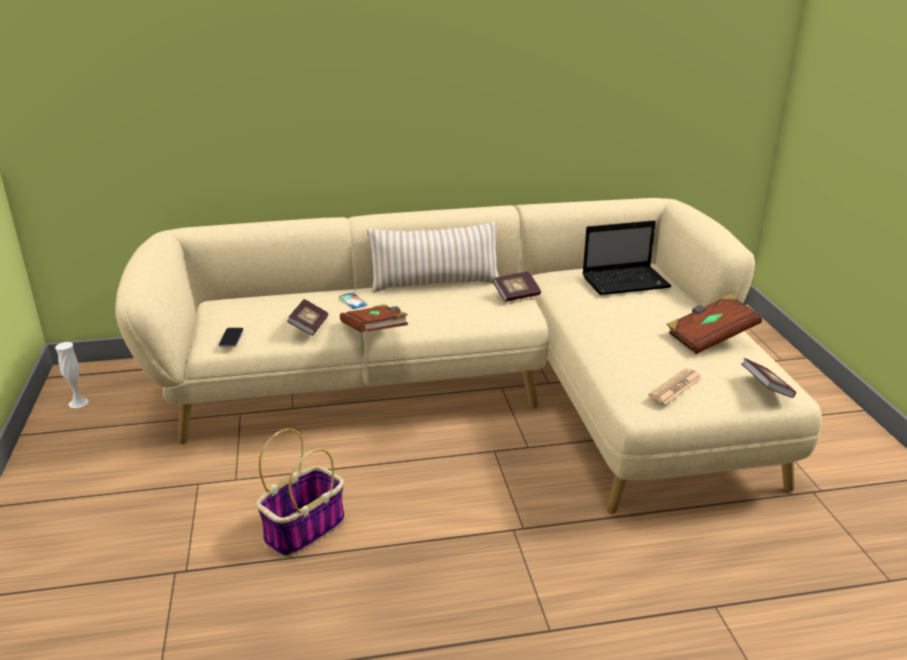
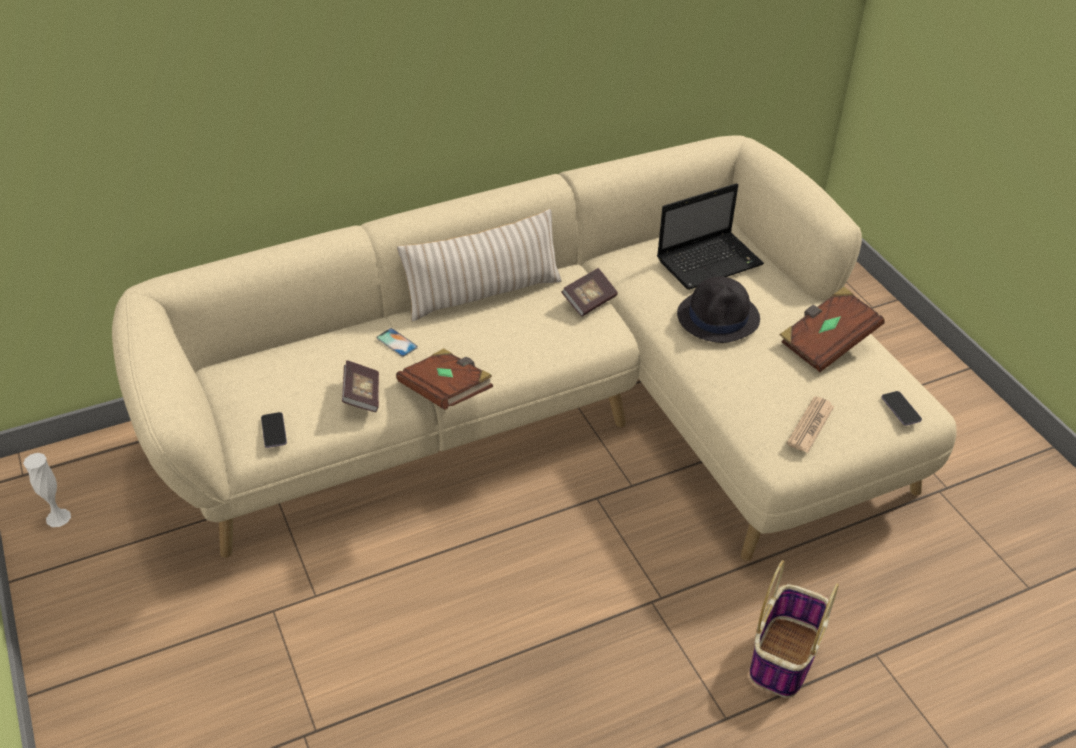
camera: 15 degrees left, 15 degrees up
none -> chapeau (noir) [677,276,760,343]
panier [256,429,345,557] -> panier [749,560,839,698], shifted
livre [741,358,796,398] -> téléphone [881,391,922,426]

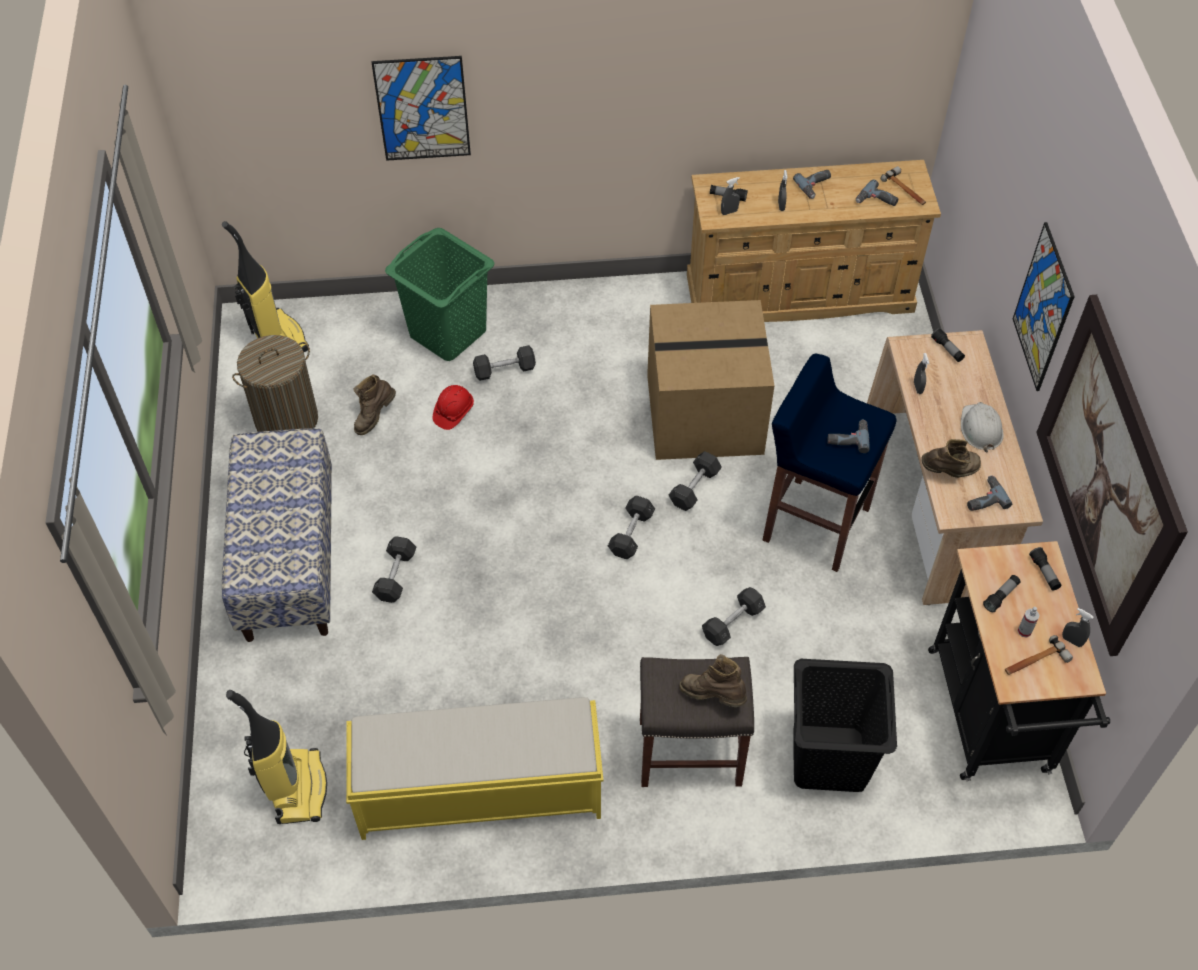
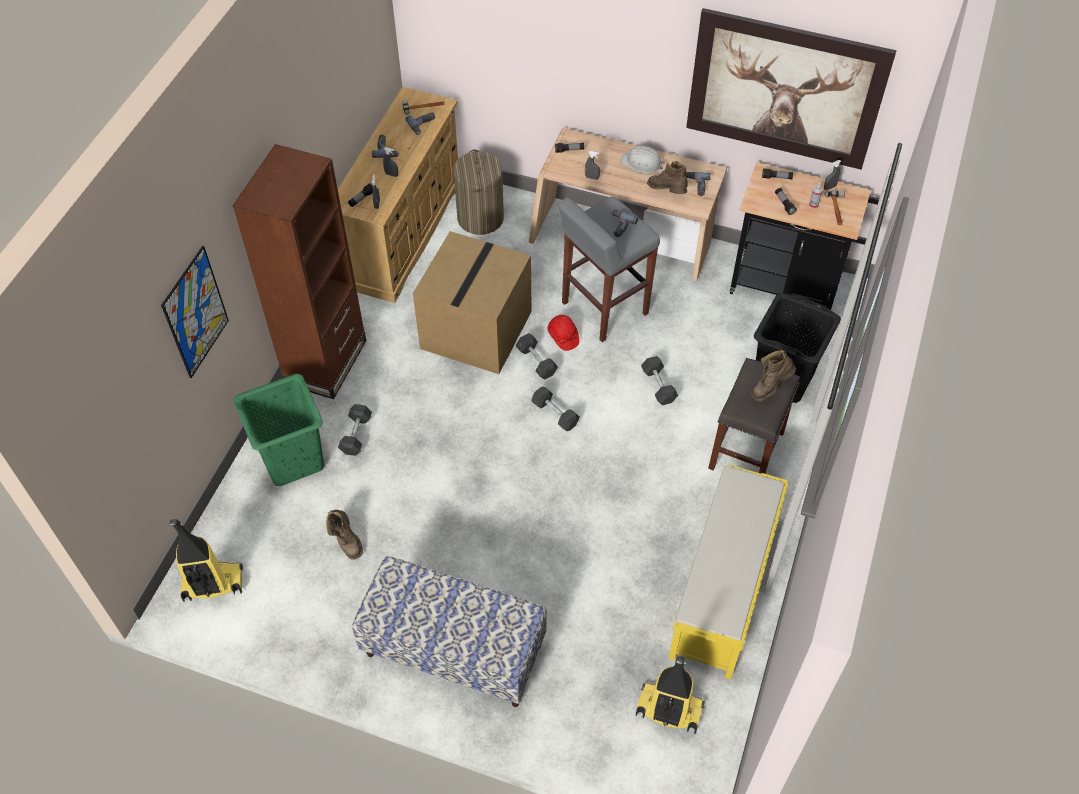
camera: 65 degrees left, 0 degrees up
none -> bibliothèque (marron) [232,144,366,399]
panier à linge [232,335,318,432] -> panier à linge [453,150,504,235], shifted
casque de chantier (rouge) [433,385,474,430] -> casque de chantier (rouge) [547,315,579,351], shifted
tabouret (bleu) [763,354,897,572] -> tabouret (gris) [558,196,660,342]
botte (marron) [921,439,981,478] -> botte (marron) [647,161,687,194], 60 degrees counterclockwise
haltère (gris) [372,536,416,603] -> none
tableau [1013,222,1075,391] -> none

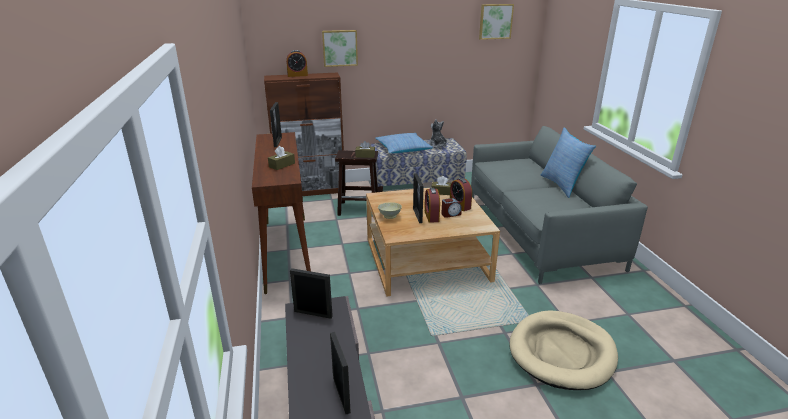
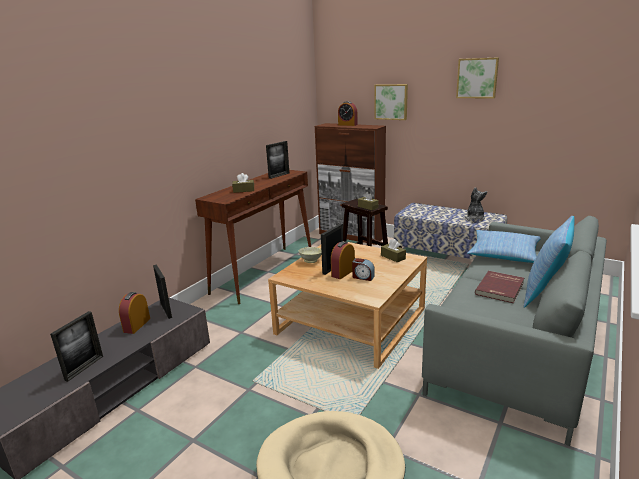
camera: 45 degrees right, 5 degrees down
réveil [450,178,472,211] -> réveil [119,292,150,334], shifted
tableau [479,4,514,40] -> tableau [456,57,499,99], shifted
coussin [375,133,433,153] -> coussin [467,230,541,263], shifted
none -> livre (rouge) [475,271,524,303]

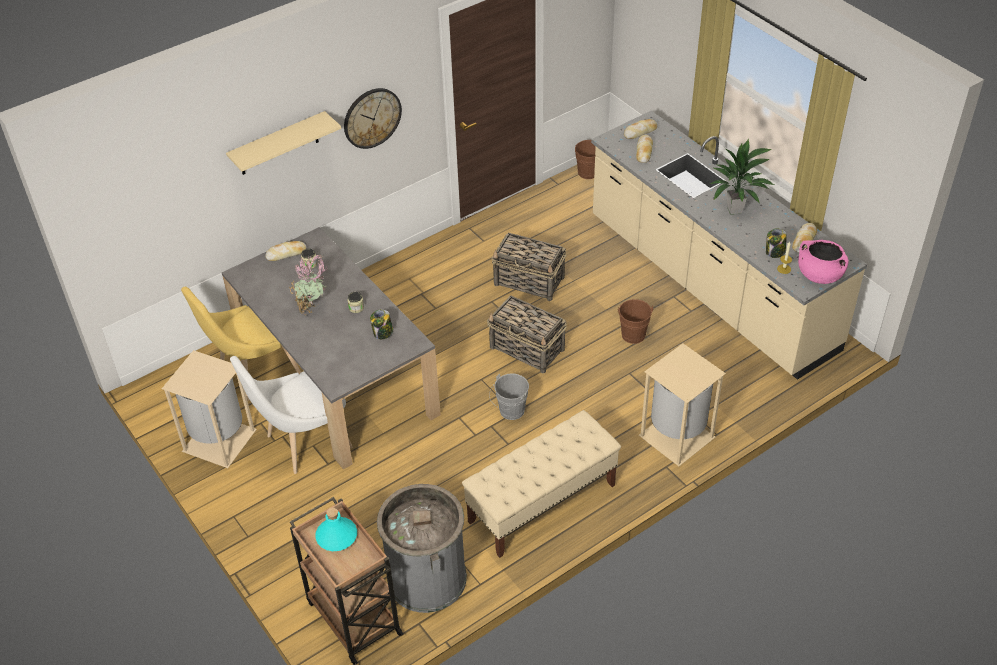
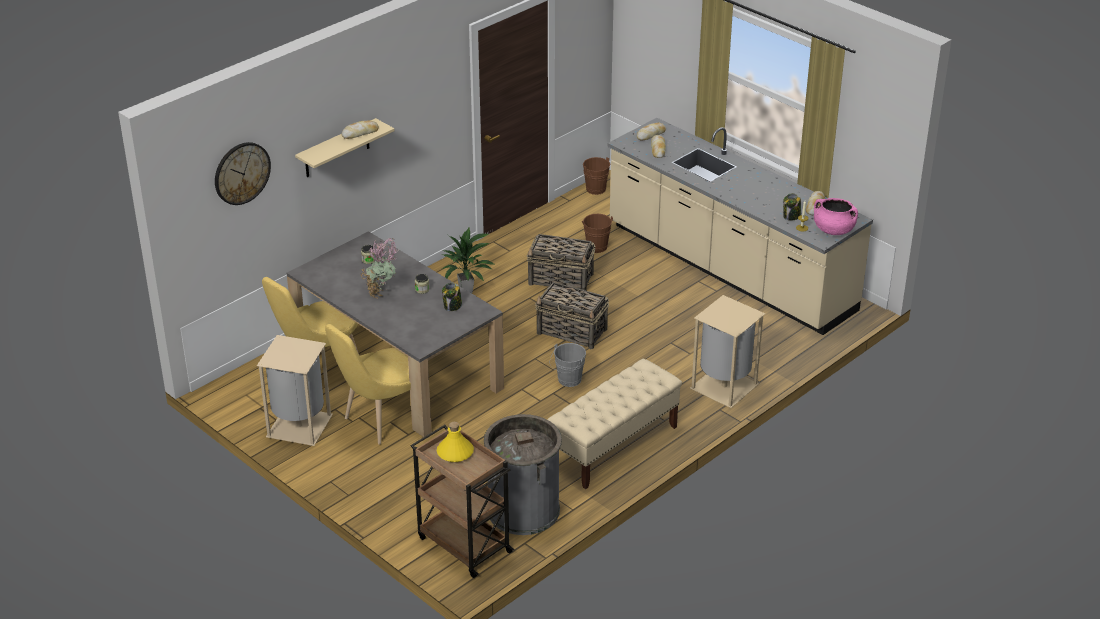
camera: 10 degrees left, 10 degrees down
horloge murale [344,88,402,149] -> horloge murale [215,142,271,205], shifted
chaise (blanc) [230,356,353,474] -> chaise (jaune) [325,324,411,445]
pain [265,241,306,261] -> pain [341,120,379,139], shifted
bouteille (turquoise) [315,508,357,551] -> bouteille (jaune) [436,422,474,462]
plante en pot [710,139,774,215] -> plante en pot [442,227,496,293], shifted
seau (marron) [618,299,653,344] -> seau (marron) [582,214,613,253], shifted

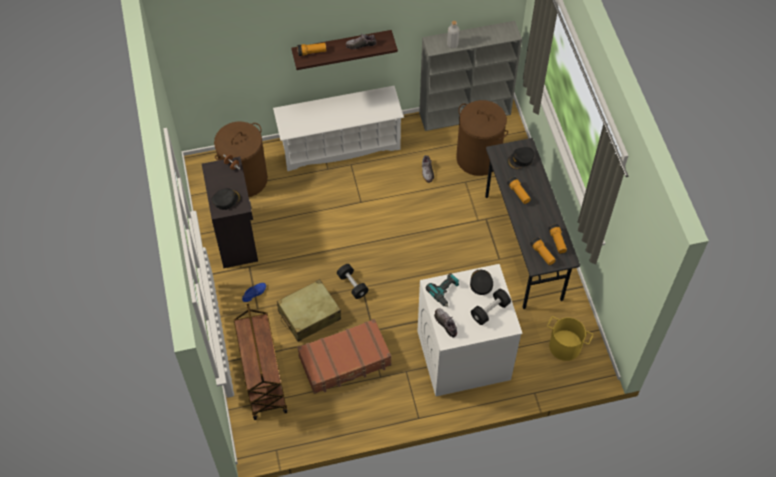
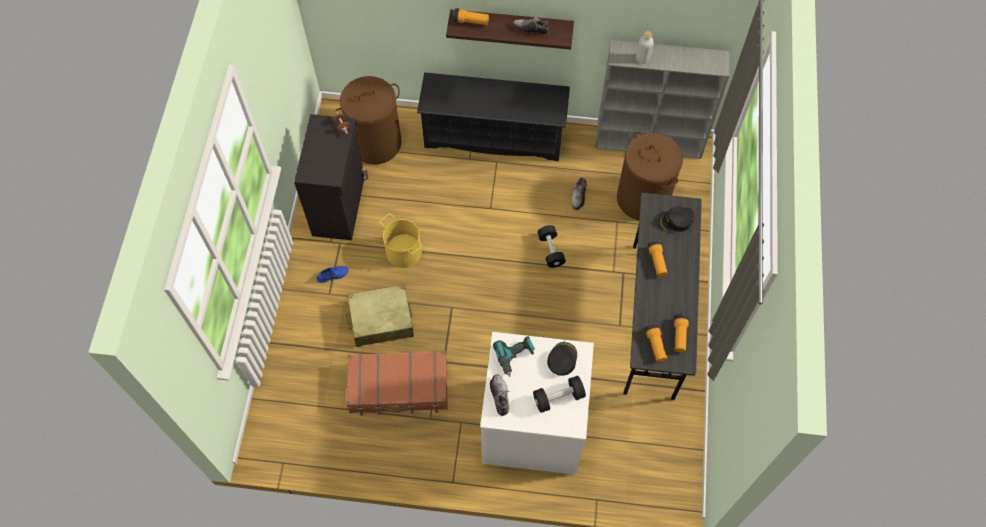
camera: 20 degrees right, 5 degrees up
seau (jaune) [547,316,593,361] -> seau (jaune) [379,213,423,268], shifted
étagère à chaussures (blanc) [273,86,404,171] -> étagère à chaussures (noir) [417,72,570,161]
haltère (noir) [337,264,369,299] -> haltère (noir) [537,225,566,268], shifted
casquette (noir) [212,188,241,210] -> none
chariot (marron) [234,304,287,420] -> none

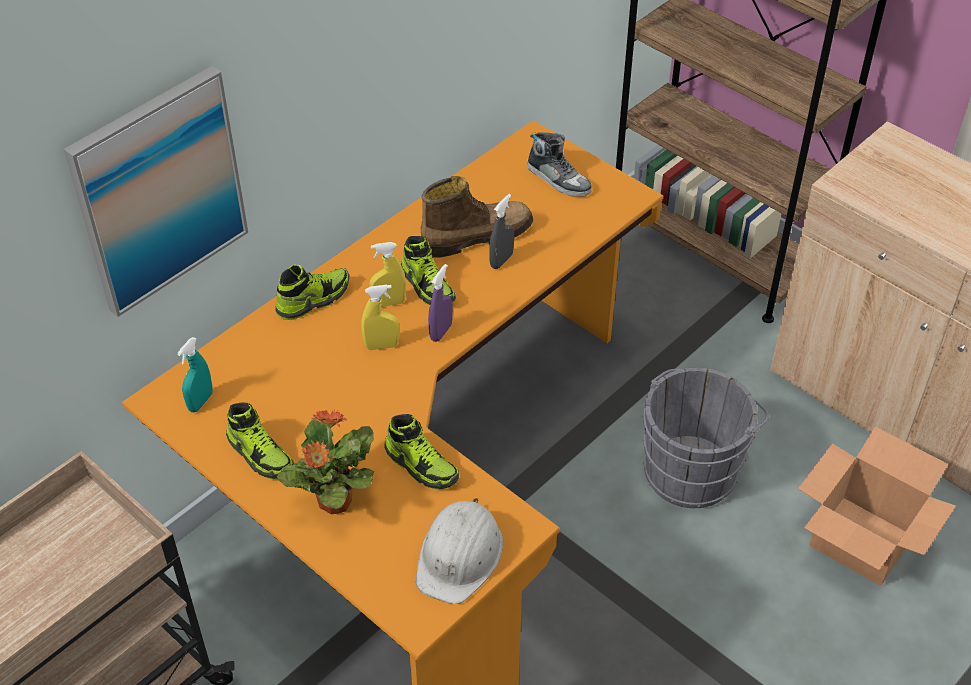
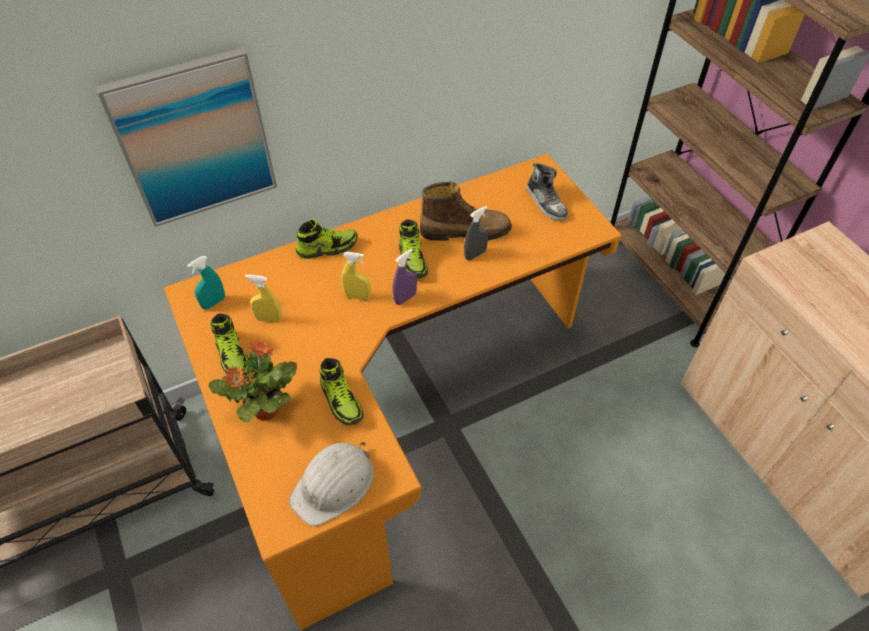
camera: 20 degrees right, 5 degrees up
vaporisateur (jaune) [369,242,406,307] -> vaporisateur (jaune) [245,275,282,323], shifted
seau (gris) [642,367,769,508] -> none
carton [798,427,956,586] -> none

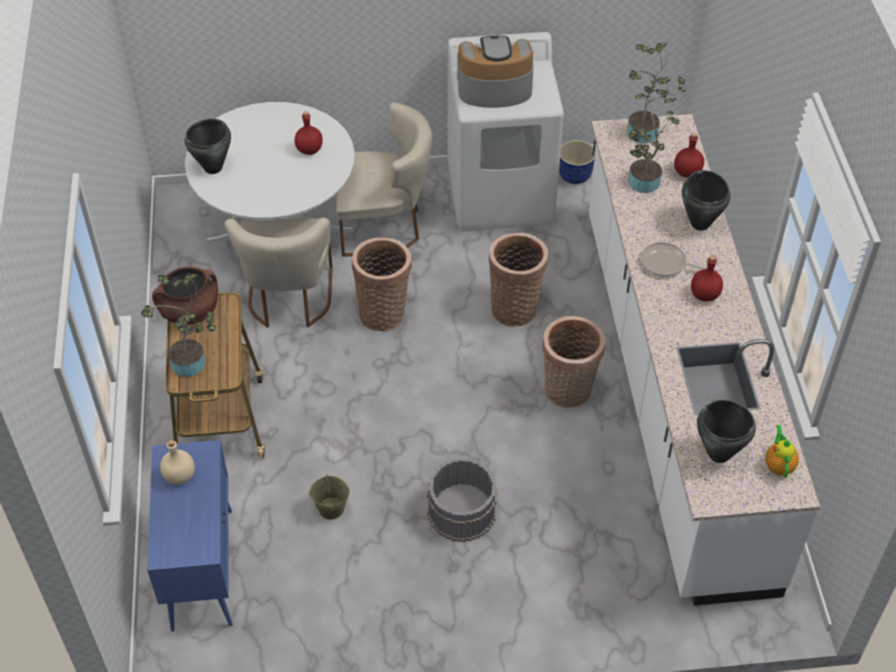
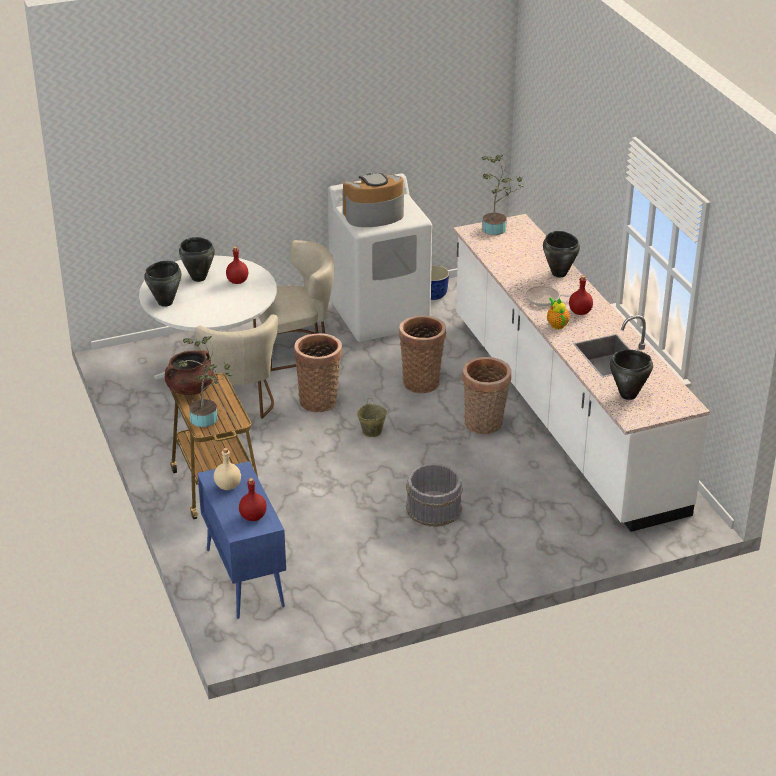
camera: 15 degrees left, 15 degrees down
none -> marmite (noir) [179,237,215,282]
bouteille (rouge) [674,133,704,178] -> bouteille (rouge) [239,478,267,521], shifted
seau (beige) [309,474,350,520] -> seau (beige) [357,398,387,437], shifted
théière [765,425,799,477] -> théière [547,298,570,329], shifted
plante en pot [628,93,680,193] -> none

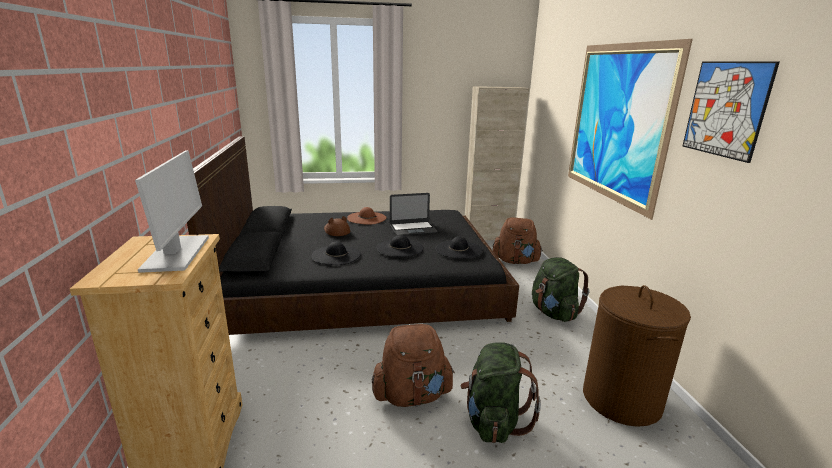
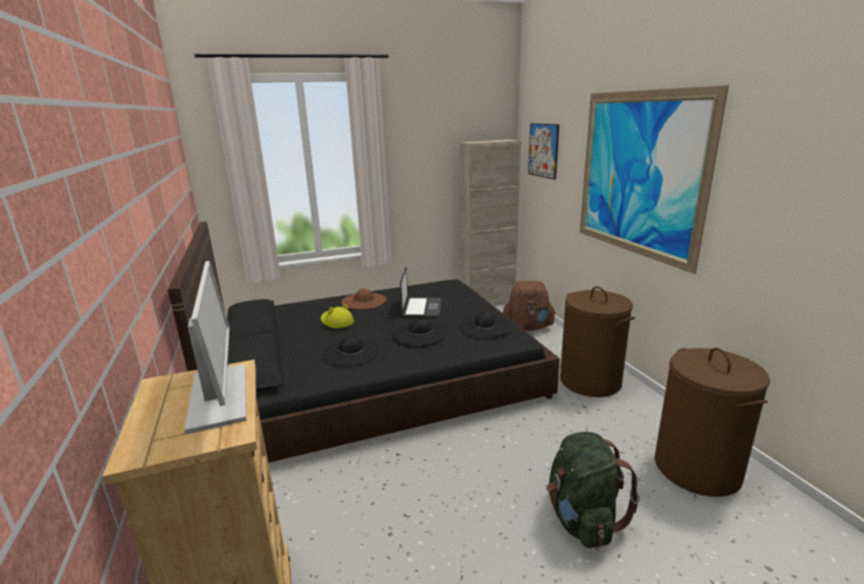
camera: 10 degrees left, 0 degrees up
chapeau (marron) [324,216,350,236] -> chapeau (jaune) [321,304,354,328]
ordinateur portable [390,193,438,235] -> ordinateur portable [400,267,441,317], 60 degrees counterclockwise
tableau [683,62,780,163] -> tableau [528,123,559,180], shifted
sac à dos (vert) [532,257,589,322] -> panier à linge (marron) [560,286,635,397]
sac à dos (marron) [372,324,455,407] -> none

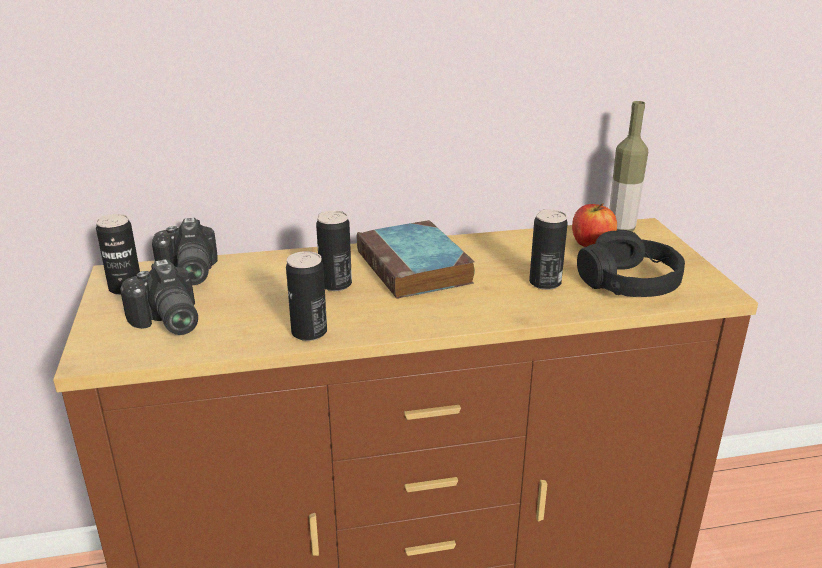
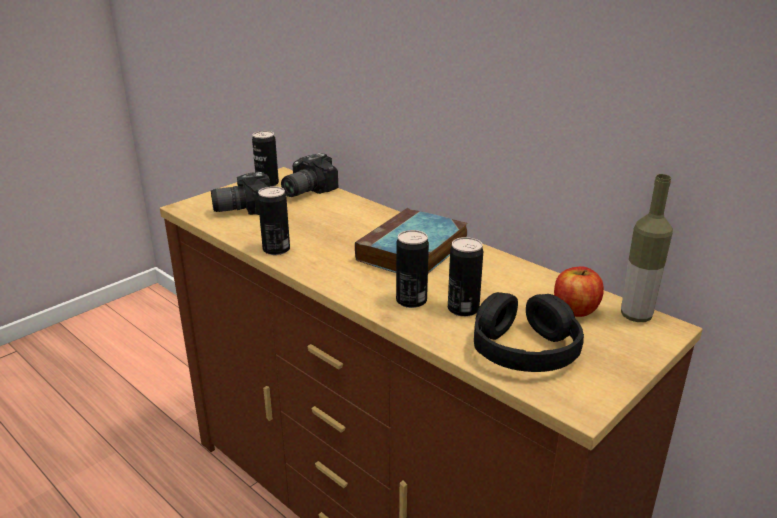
camera: 55 degrees right, 0 degrees up
appareil photo [120,259,198,335] -> appareil photo [211,172,271,215], 45 degrees clockwise
boîte métallique [316,211,352,291] -> boîte métallique [396,230,429,308], shifted

